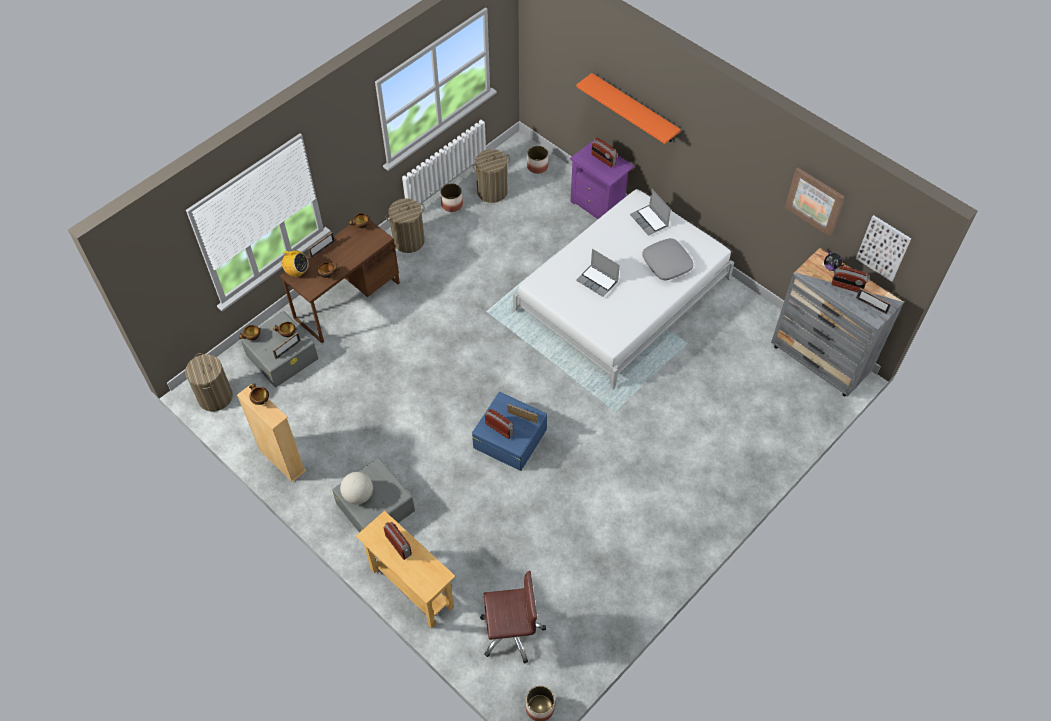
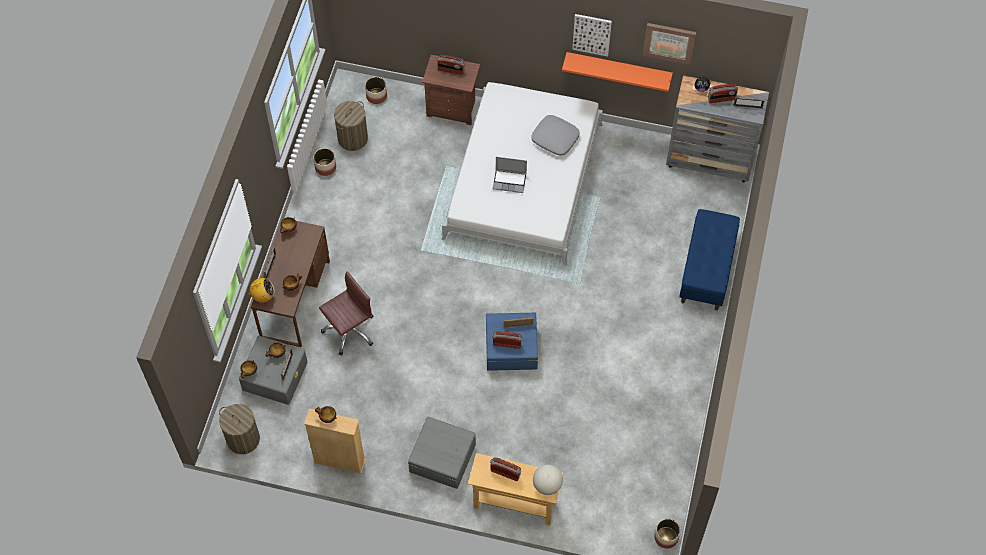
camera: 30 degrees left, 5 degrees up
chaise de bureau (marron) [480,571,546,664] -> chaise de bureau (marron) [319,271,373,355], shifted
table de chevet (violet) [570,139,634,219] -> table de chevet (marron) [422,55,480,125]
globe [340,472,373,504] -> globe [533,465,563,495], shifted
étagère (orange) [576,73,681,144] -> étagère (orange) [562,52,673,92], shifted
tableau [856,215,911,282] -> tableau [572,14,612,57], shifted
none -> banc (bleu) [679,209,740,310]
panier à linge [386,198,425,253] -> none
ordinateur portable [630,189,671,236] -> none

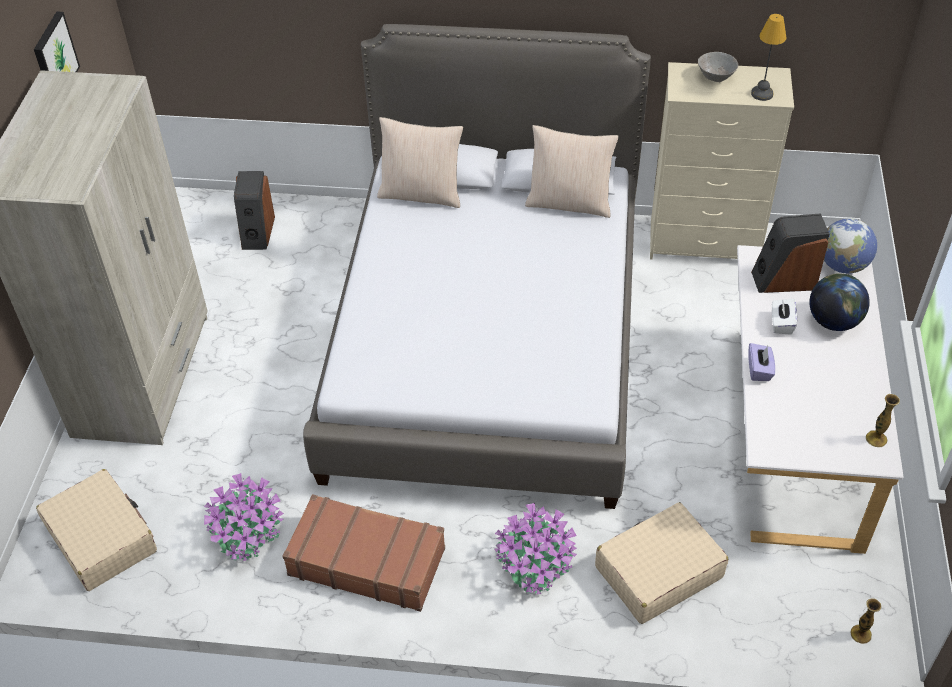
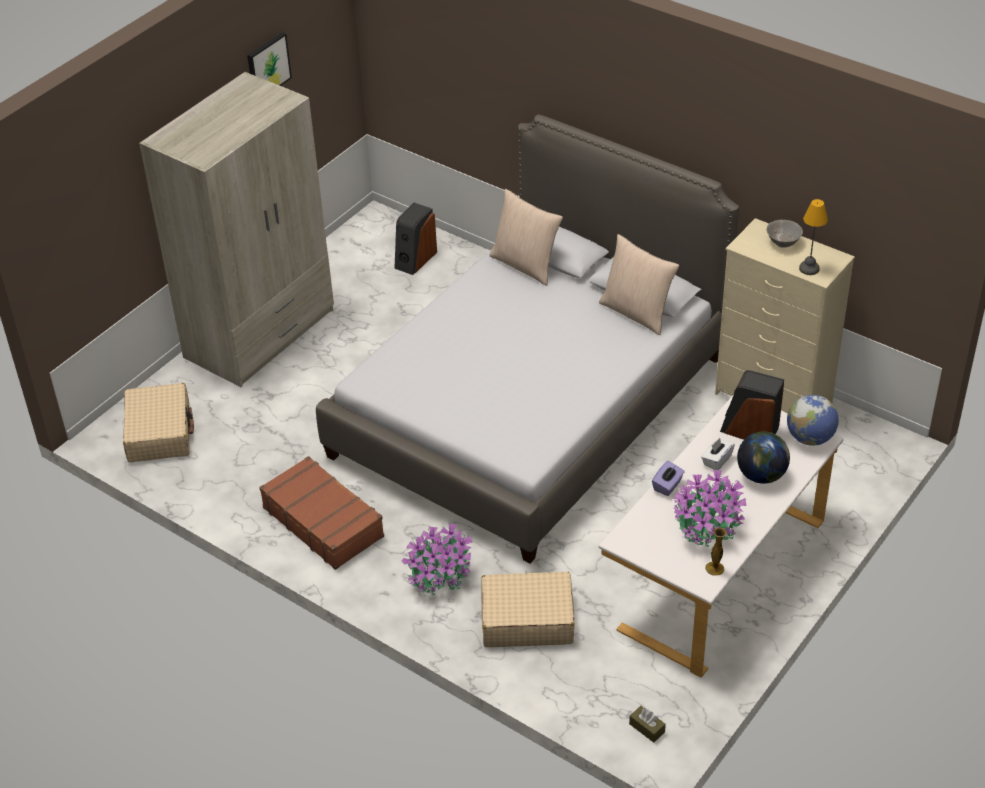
camera: 30 degrees right, 5 degrees down
vase [851,598,881,644] -> boîte à mouchoirs (marron) [629,706,666,743]
plante en pot [204,473,284,561] -> plante en pot [674,470,746,547], shifted

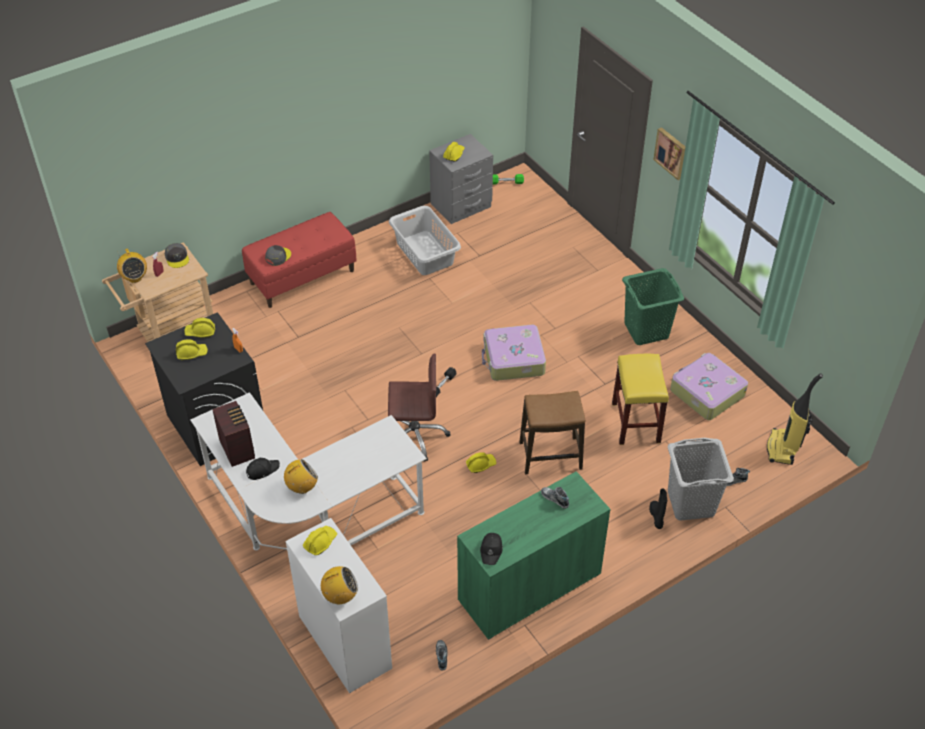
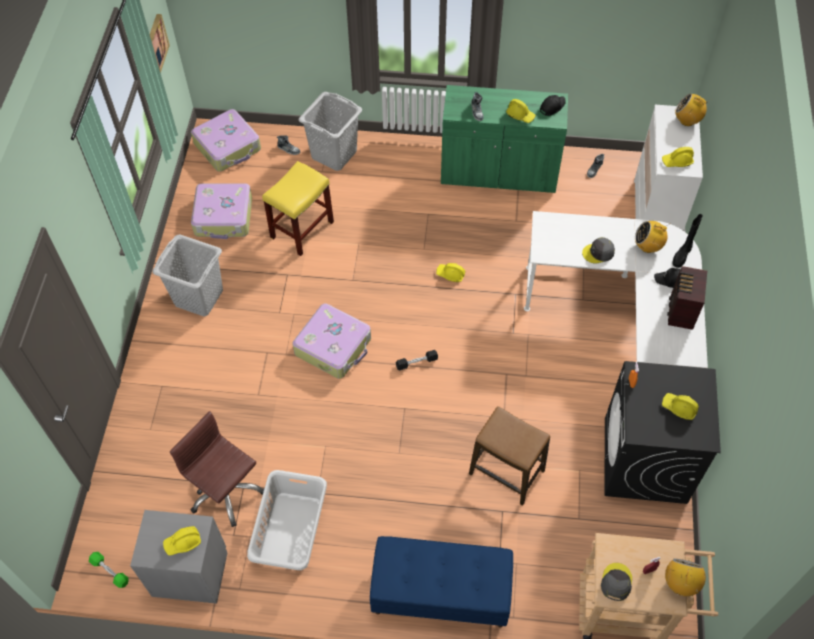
camera: 140 degrees left, 10 degrees up
tableau [653,127,686,180] -> tableau [150,14,170,73], shifted
panier à linge (vert) [622,268,684,345] -> panier à linge (gris) [152,234,223,316]
chaise de bureau (marron) [388,353,450,462] -> chaise de bureau (marron) [170,411,264,527], shifted
aspirateur [767,373,823,465] -> valise [191,109,261,172]
banc (rouge) [242,212,357,308] -> banc (bleu) [370,536,513,627]
tabouret [519,391,585,474] -> tabouret [469,406,550,506], shifted
casque de chantier (jaune) [184,318,215,338] -> casque de chantier (jaune) [506,99,536,123], shifted
casquette (gris) [265,245,291,266] -> casquette (gris) [582,237,615,264], shifted
botte (noir) [649,488,667,529] -> botte (noir) [672,214,703,268], shifted

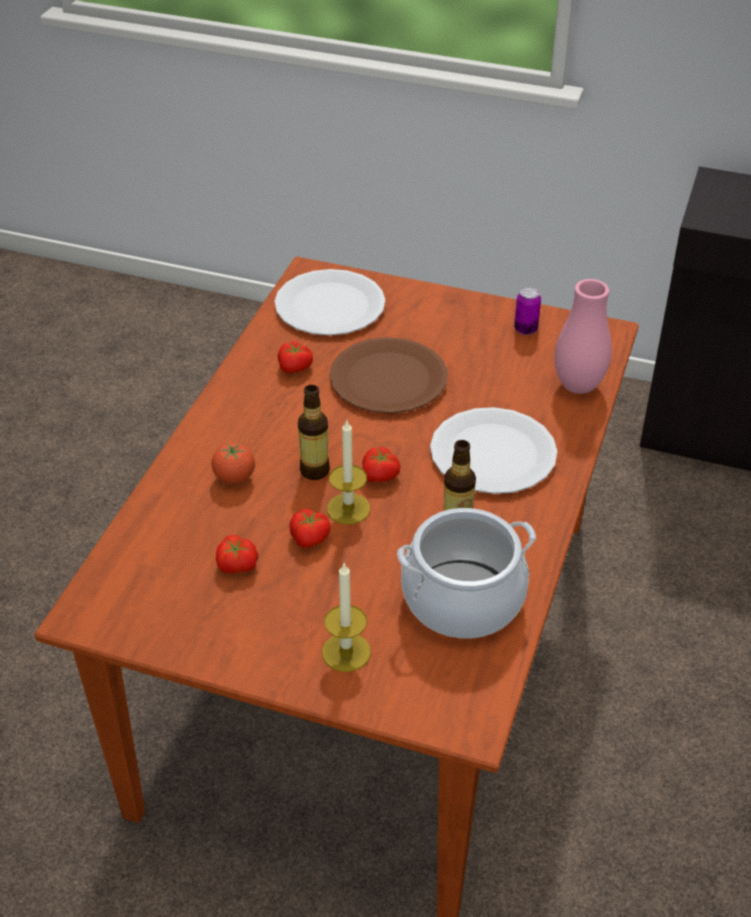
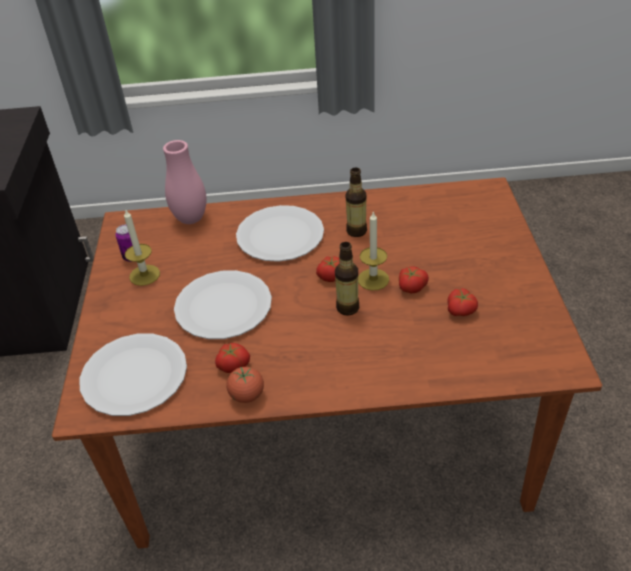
camera: 110 degrees left, 0 degrees up
bougie [322,562,371,672] -> bougie [124,210,160,286], shifted
assiette (marron) [329,337,448,413] -> assiette (blanc) [174,270,272,339]
tomate [212,443,255,484] -> tomate [227,367,264,403], shifted
marmite [397,508,536,639] -> none

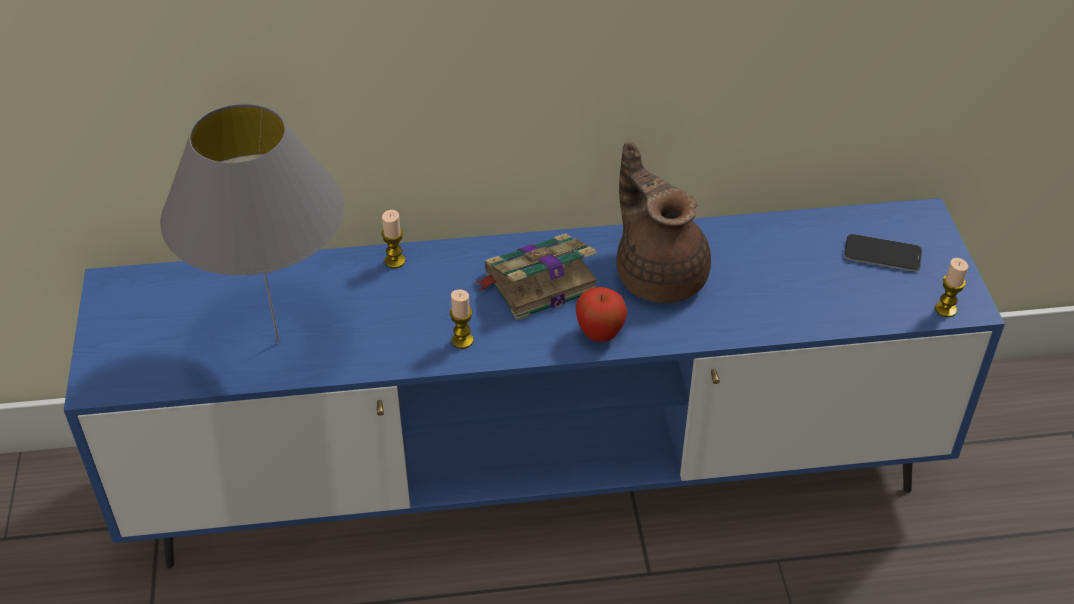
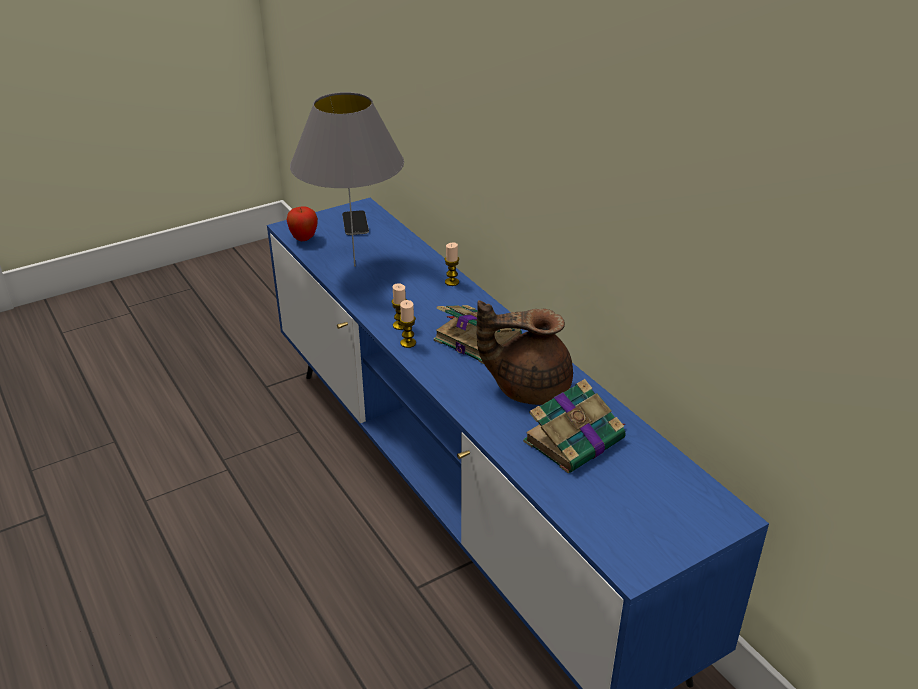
camera: 65 degrees right, 10 degrees down
pomme [576,287,627,342] -> pomme [287,206,318,241], shifted
téléphone [844,234,922,271] -> téléphone [342,210,369,235], shifted
bougie [935,258,968,317] -> bougie [399,300,416,348], shifted
théière (marron) [616,142,711,303] -> théière (marron) [477,300,573,405], 120 degrees counterclockwise
none -> livre [523,379,625,473]

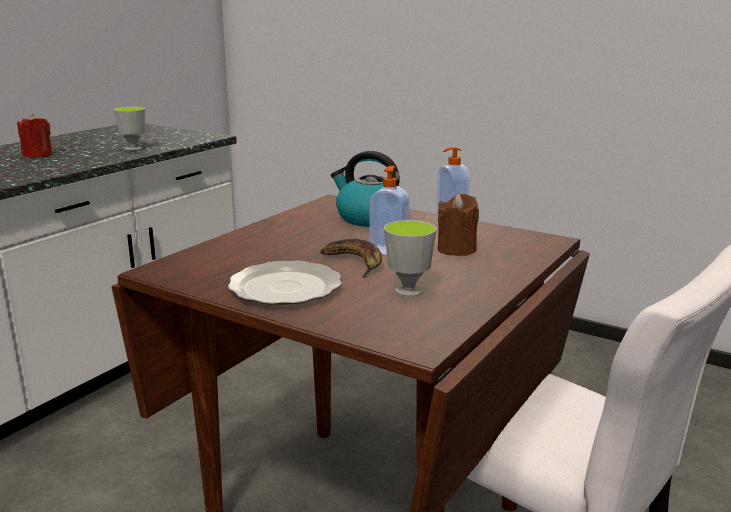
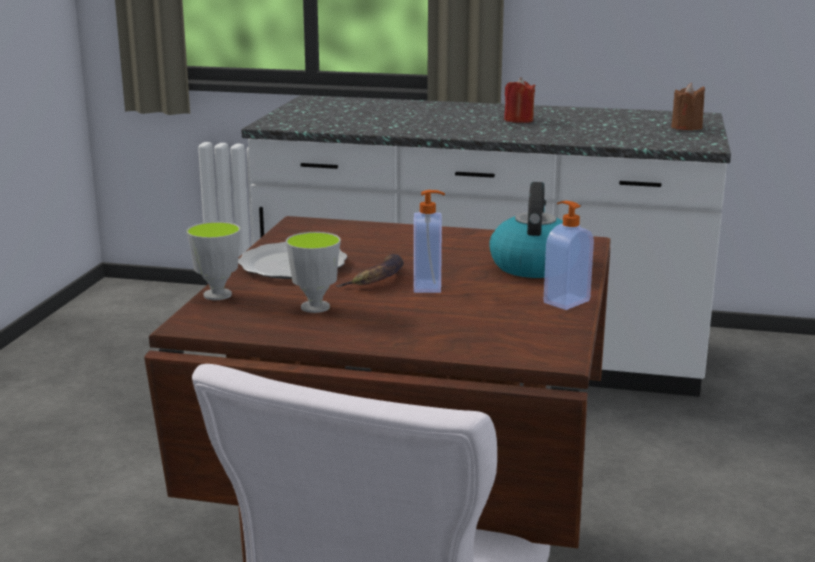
camera: 70 degrees right, 0 degrees up
tasse [113,107,145,151] -> tasse [187,222,240,300], shifted
bougie (marron) [438,193,479,256] -> bougie (marron) [671,83,705,130], shifted

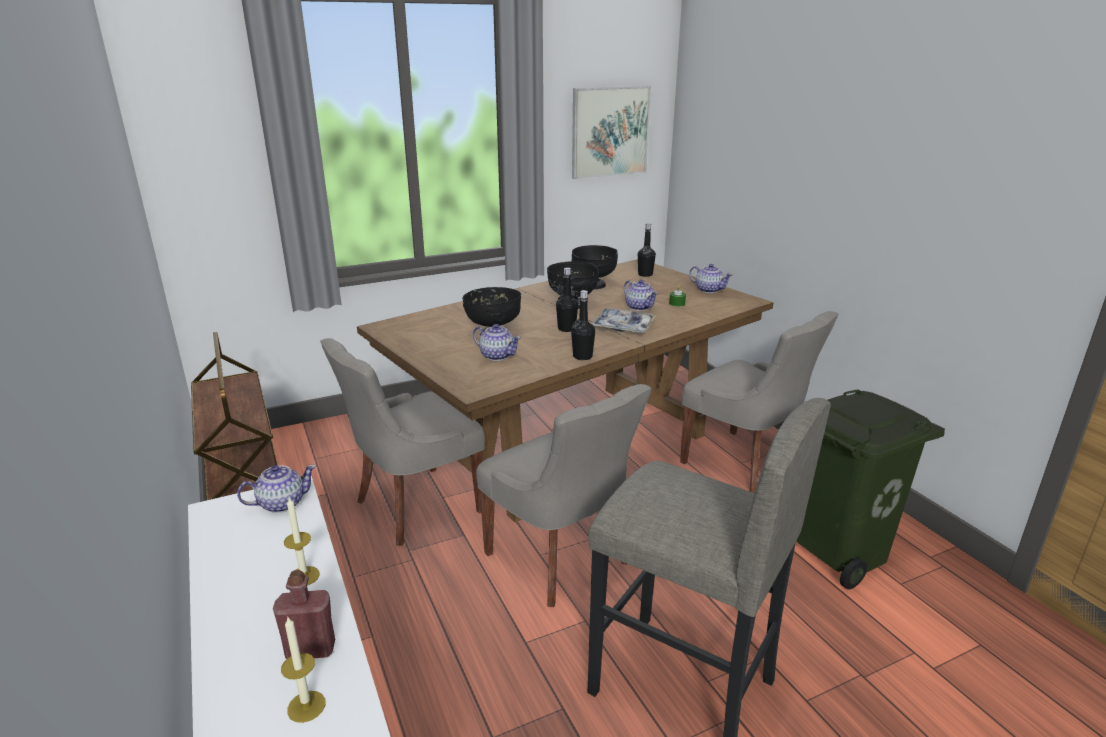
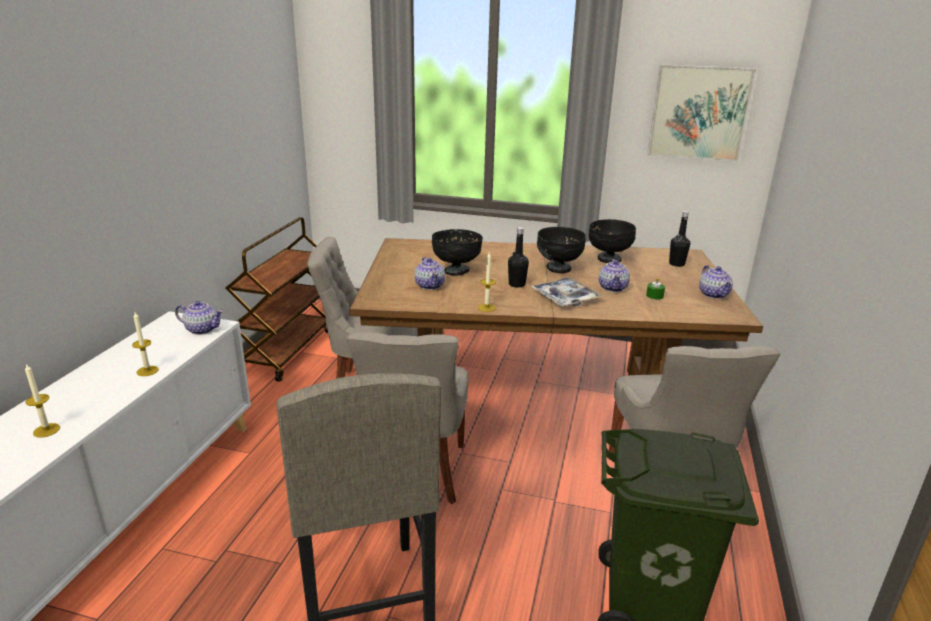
camera: 40 degrees right, 0 degrees up
bouteille (noir) [571,290,595,360] -> bougie [478,253,496,312]
bouteille (rouge) [273,570,335,659] -> none

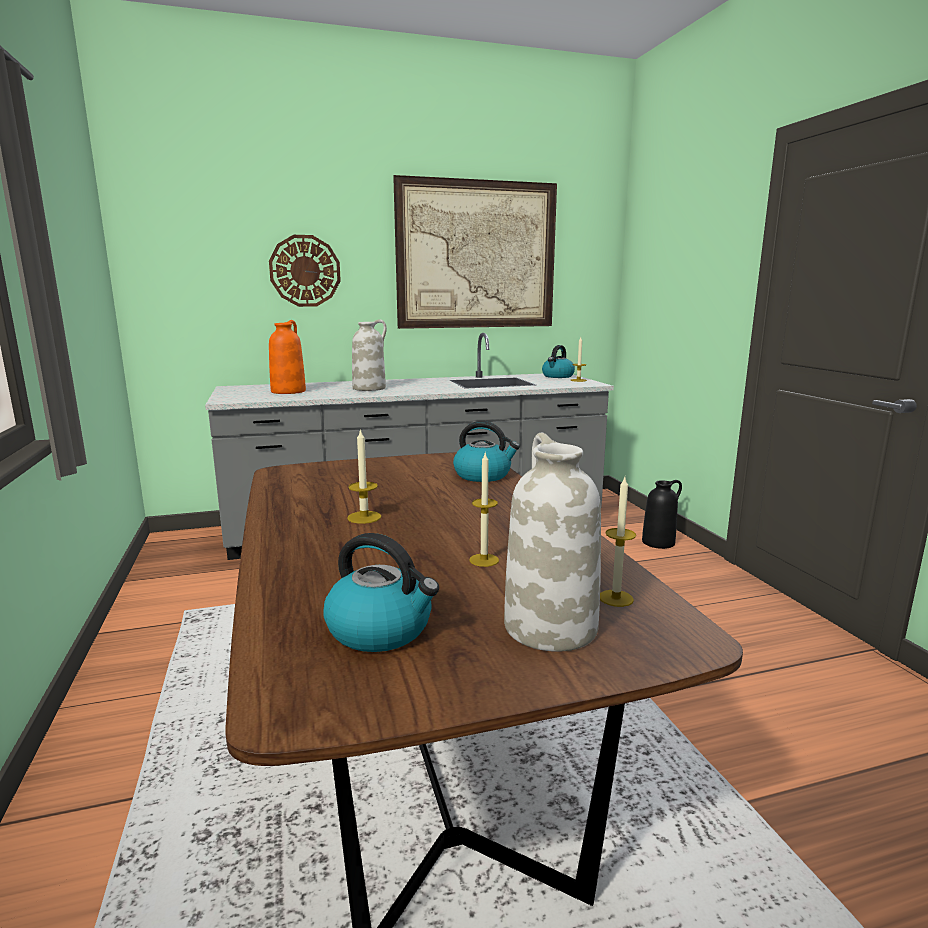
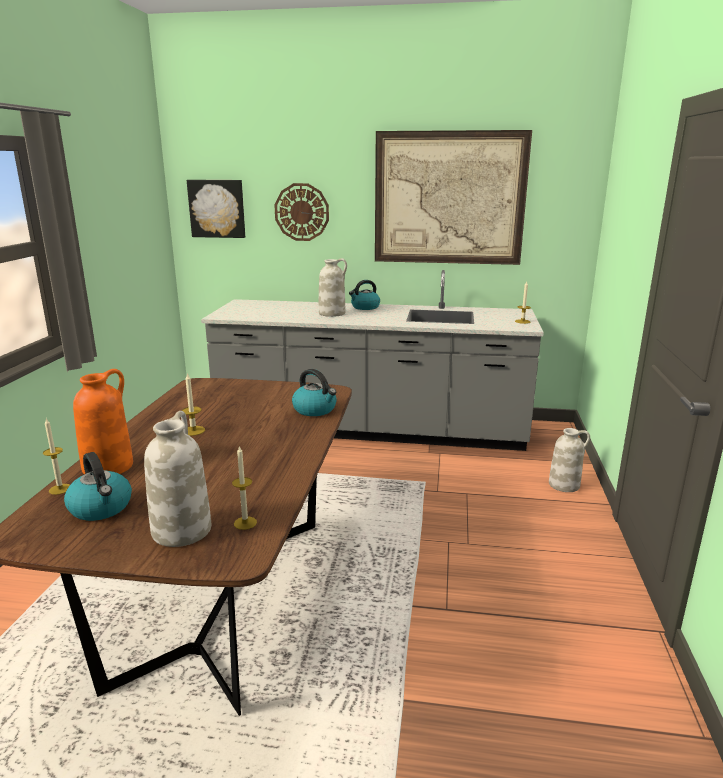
camera: 25 degrees right, 5 degrees up
bougie [469,453,499,567] -> bougie [43,419,70,495], shifted
vase (orange) [269,320,306,394] -> vase (orange) [73,369,133,474], shifted
none -> tableau [187,180,245,238]
bouilloire [542,345,575,378] -> bouilloire [349,280,380,310], shifted
vase (noir) [642,480,682,549] -> vase (blanc) [549,428,590,492]

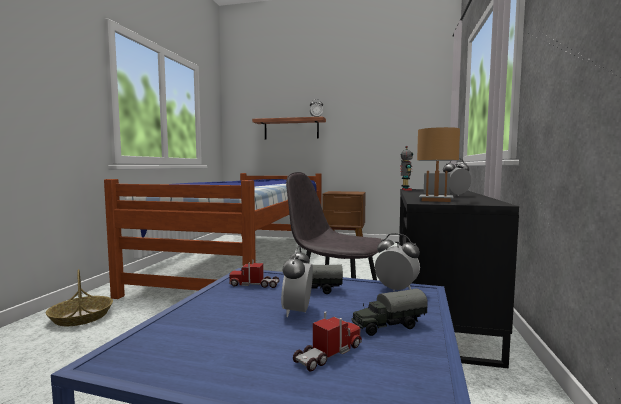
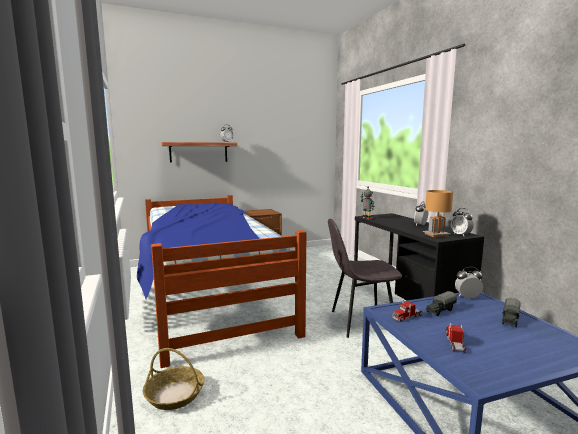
camera: 35 degrees left, 5 degrees up
camion jouet [293,311,362,371] -> camion jouet [445,323,466,353], shifted
réveil [281,246,313,317] -> réveil [451,208,474,236], shifted

